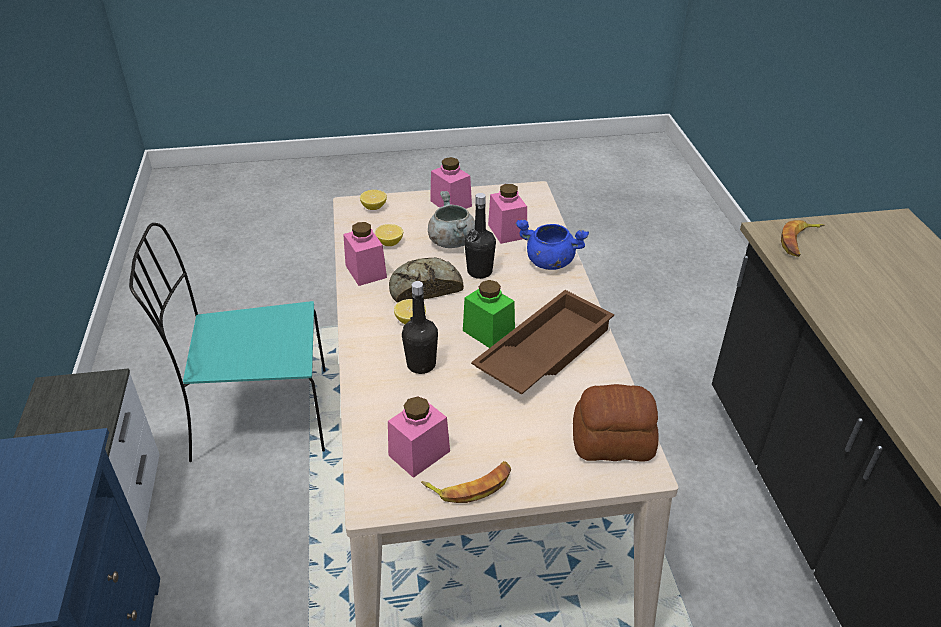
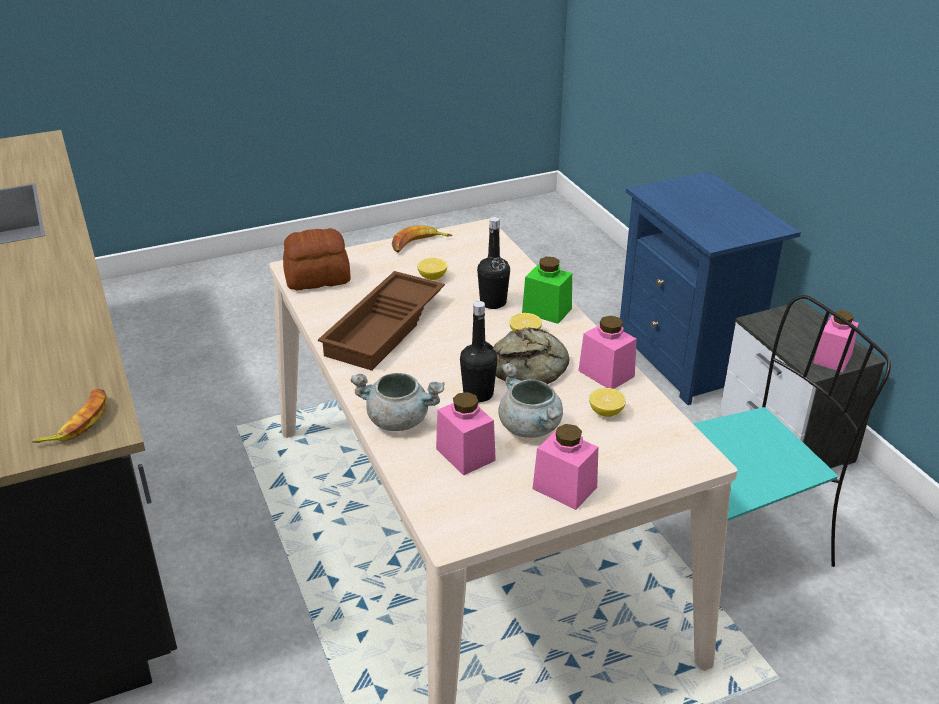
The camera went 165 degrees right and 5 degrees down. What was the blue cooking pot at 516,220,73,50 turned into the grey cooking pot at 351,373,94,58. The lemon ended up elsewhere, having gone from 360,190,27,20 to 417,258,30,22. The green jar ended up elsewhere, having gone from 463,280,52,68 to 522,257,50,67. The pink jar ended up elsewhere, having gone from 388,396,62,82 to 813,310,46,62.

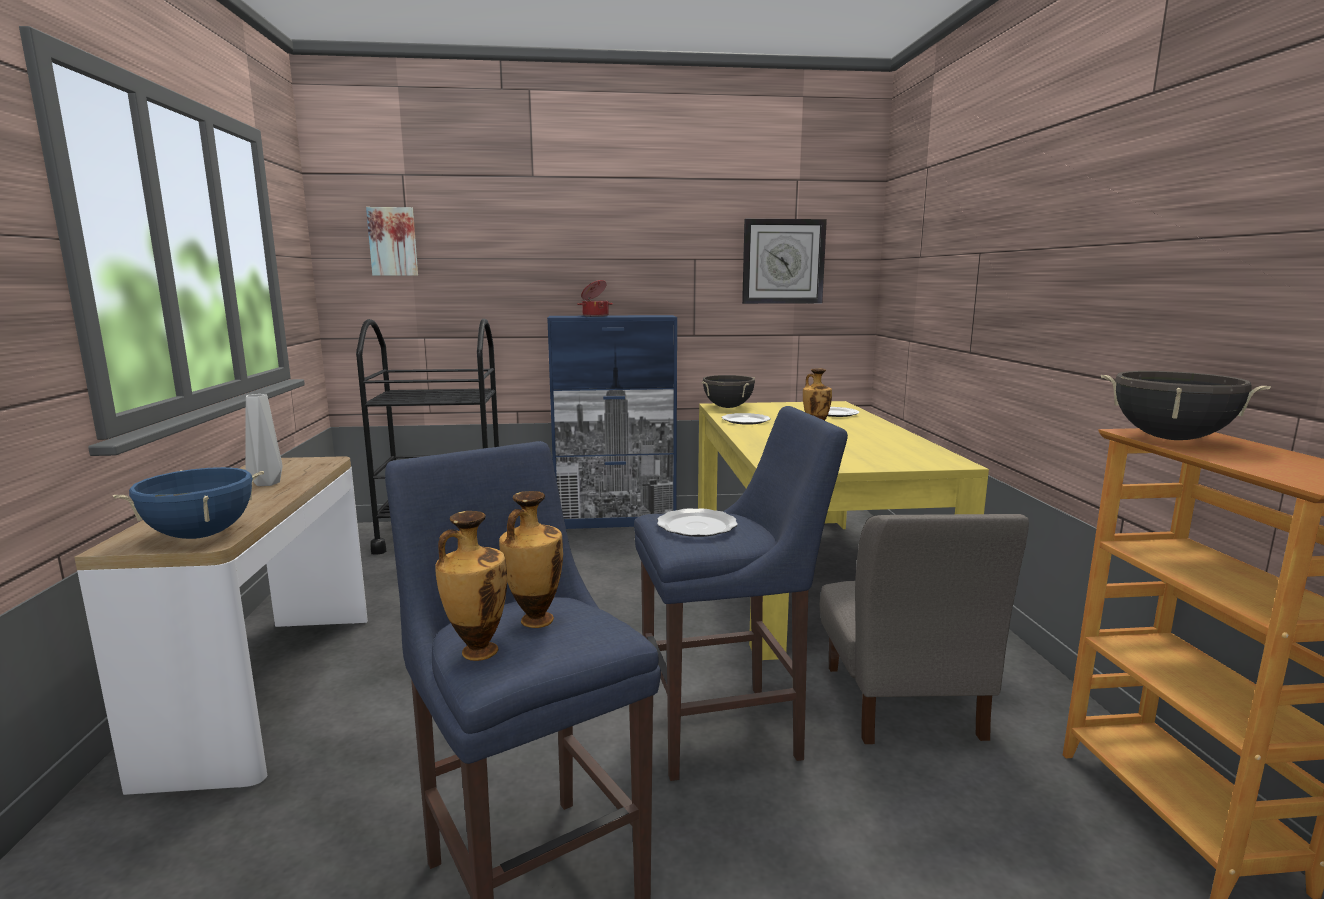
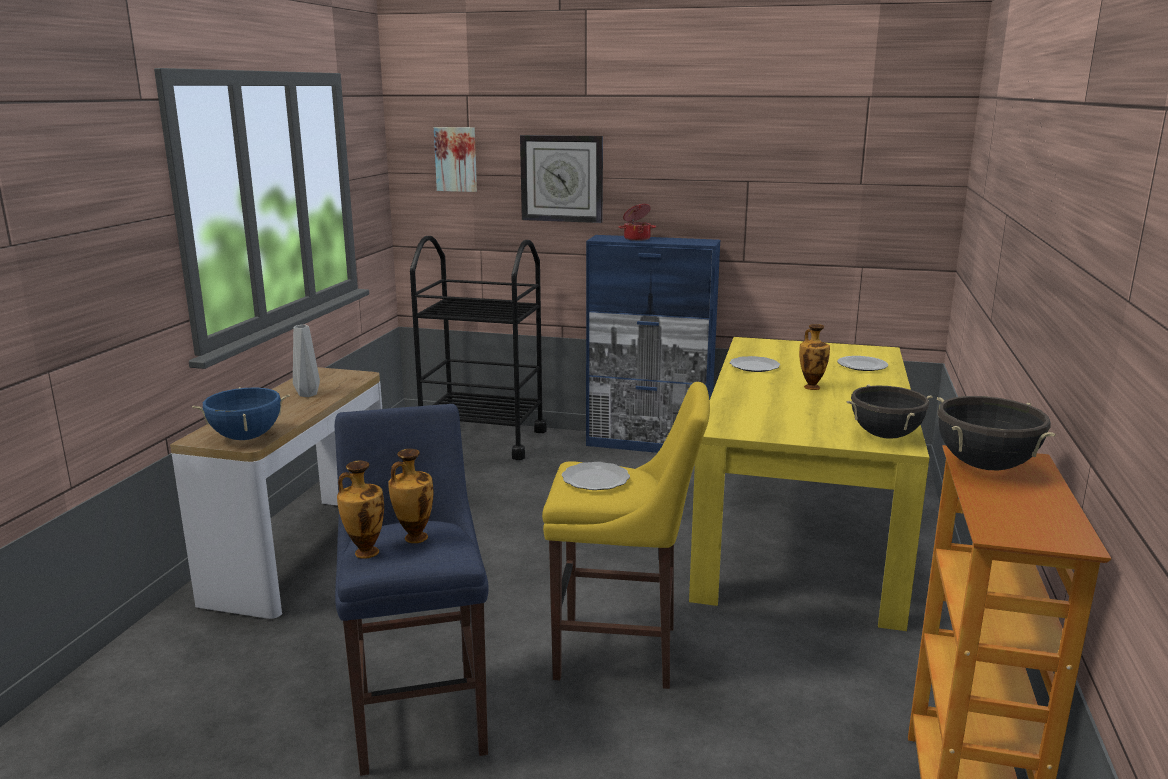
The camera went 20 degrees right and 5 degrees up. The wall clock ended up elsewhere, having gone from 742,219,85,85 to 520,135,83,88. What was the blue stool at 634,406,214,375 turned into the yellow stool at 542,382,168,307. The black cooking pot ended up elsewhere, having gone from 701,375,54,33 to 847,384,86,55. The second view lost the grey chair at 819,514,210,230.

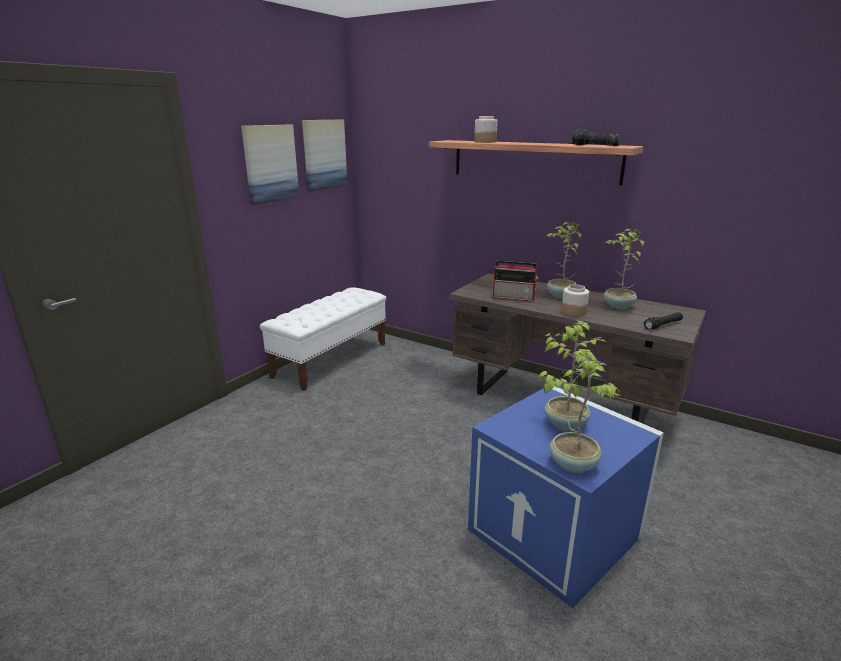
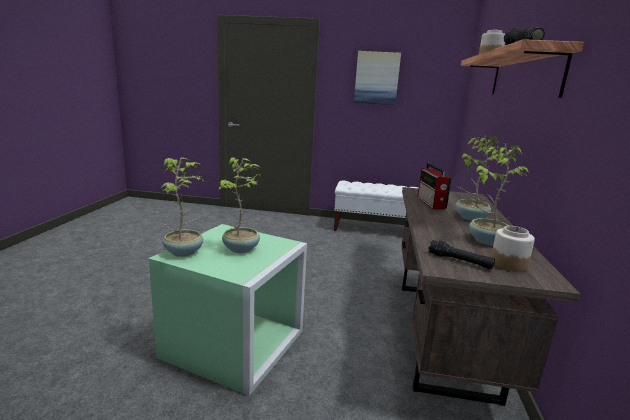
The camera went 65 degrees right and 5 degrees down. What was the blue storage box at 468,386,196,222 turned into the green storage box at 149,224,158,172. The jar ended up elsewhere, having gone from 561,284,28,32 to 491,226,44,46. The second view lost the picture at 302,120,46,71.

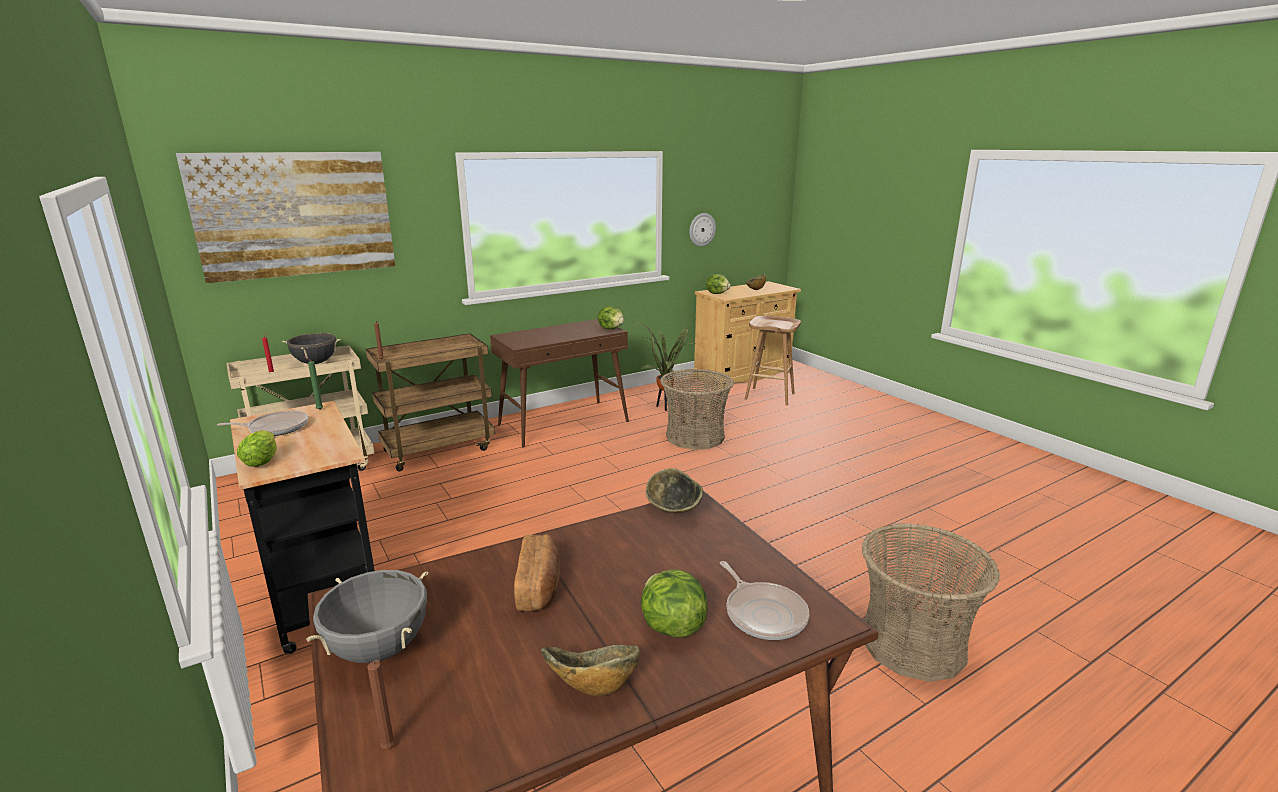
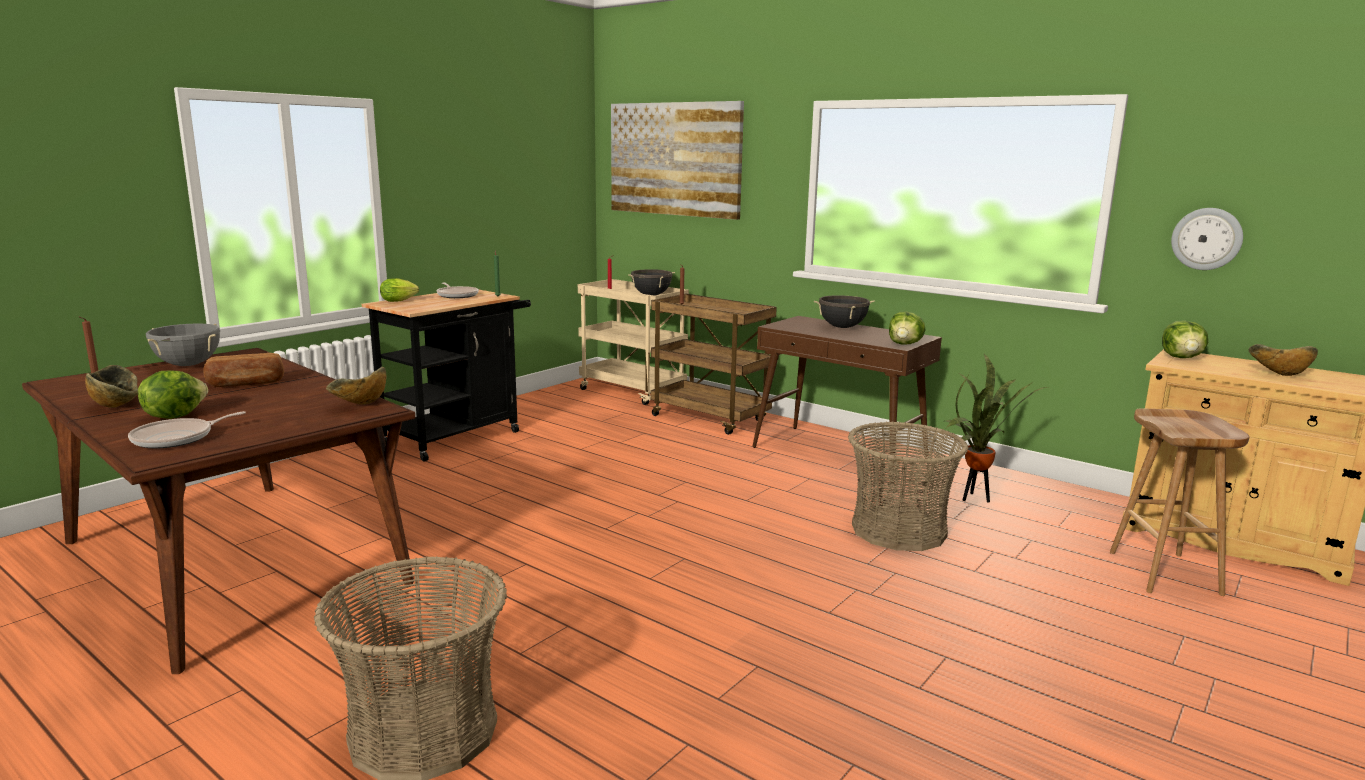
The camera went 70 degrees right and 5 degrees down. The second view gained the black cooking pot at 814,295,61,33.

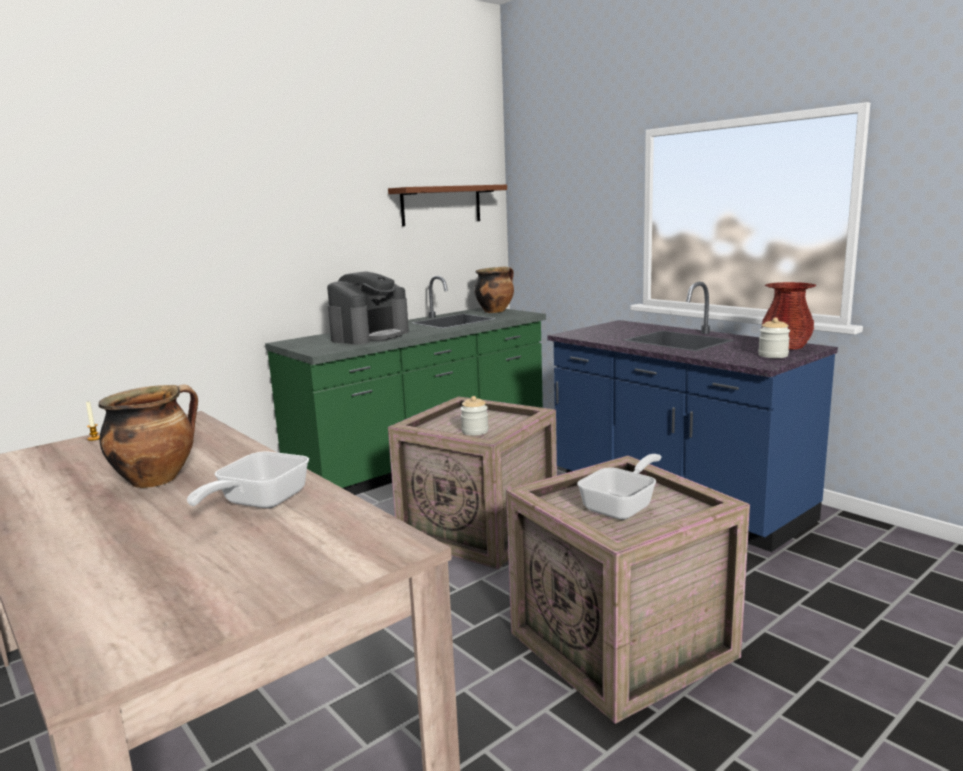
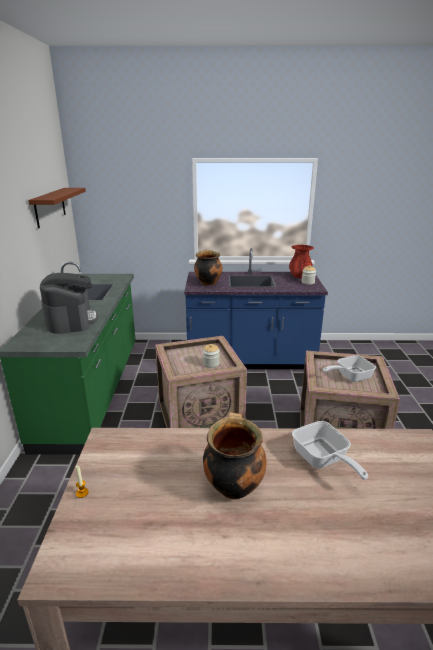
The camera went 50 degrees left and 10 degrees up. The cooking pot ended up elsewhere, having gone from 474,267,40,46 to 194,250,28,36. The frying pan at 577,454,85,66 ended up facing another way, 105 degrees counterclockwise from before.

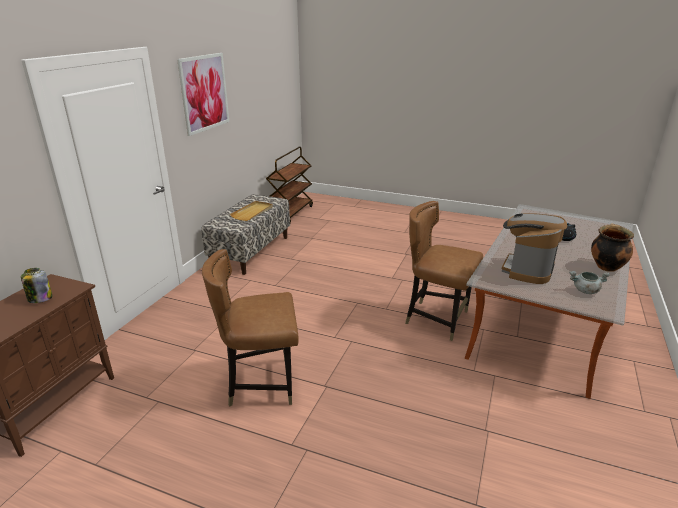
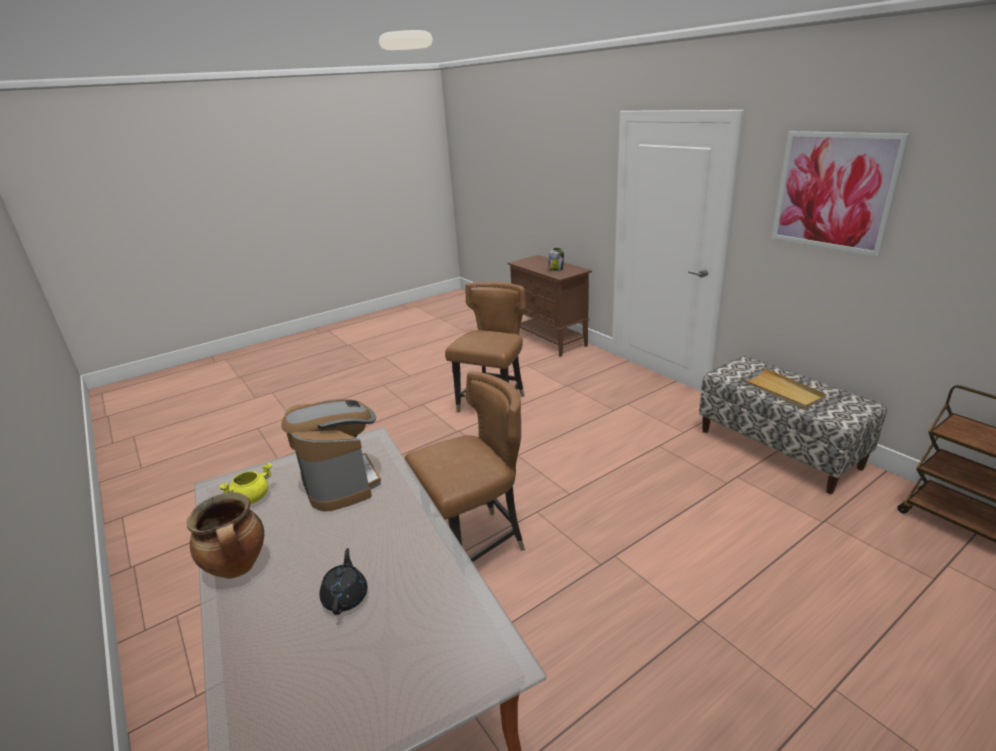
The camera went 125 degrees right and 0 degrees up. What was the grey cooking pot at 569,271,41,23 turned into the yellow cooking pot at 218,463,54,41.

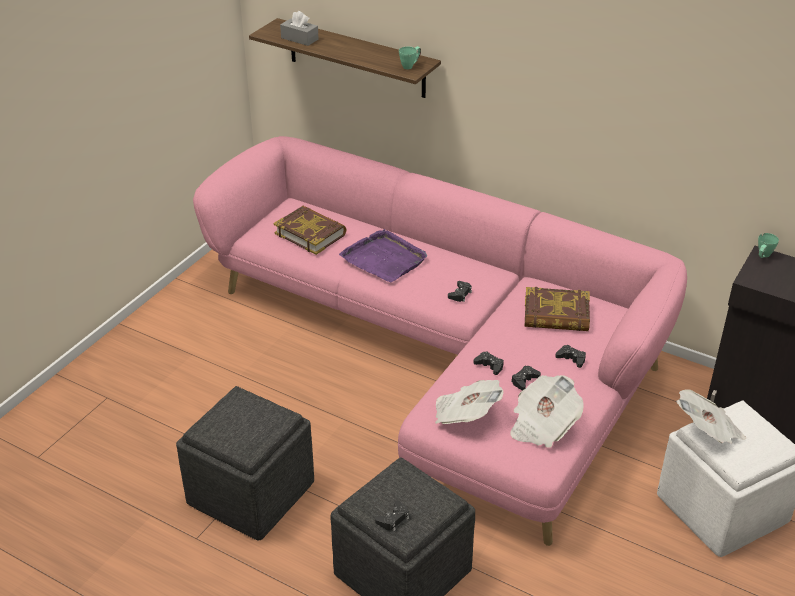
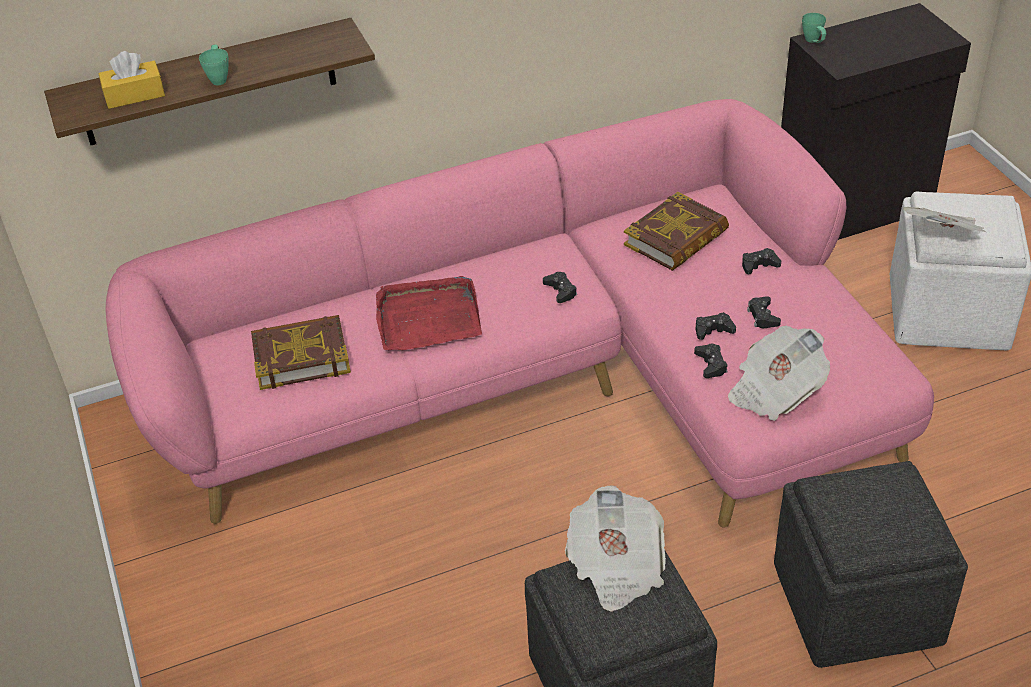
The camera went 50 degrees left and 5 degrees up. What was the grey tissue box at 280,11,39,35 turned into the yellow tissue box at 98,51,67,58. The green mug ended up elsewhere, having gone from 399,46,22,24 to 199,45,30,40. What was the purple tray at 339,229,88,54 turned into the red tray at 376,276,106,74. The newspaper ended up elsewhere, having gone from 510,375,74,73 to 565,486,101,126. The black game controller ended up elsewhere, having gone from 375,500,34,32 to 694,344,33,34.

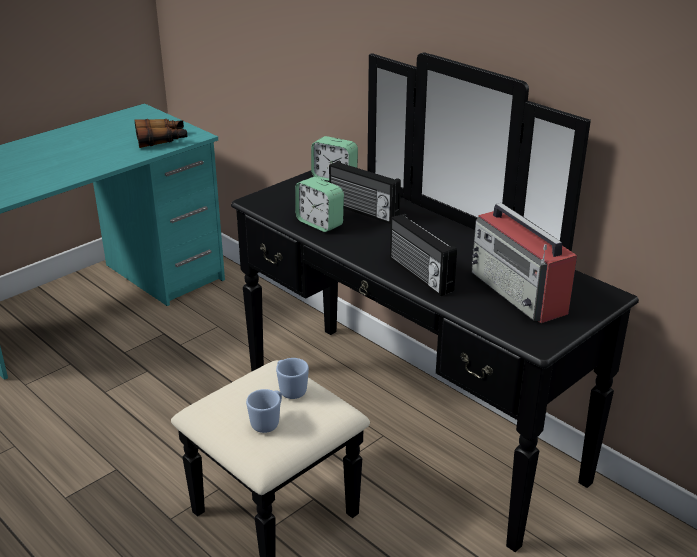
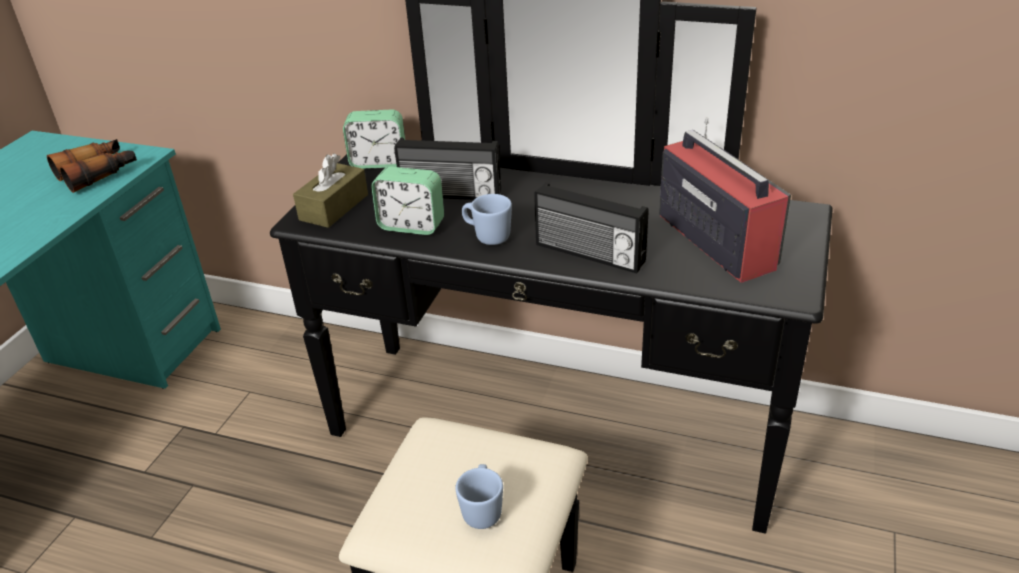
The camera went 25 degrees left and 5 degrees up. The second view gained the brown tissue box at 293,153,75,75. The blue mug ended up elsewhere, having gone from 276,358,33,41 to 462,194,50,51. The radio at 471,203,106,120 ended up facing another way, 150 degrees counterclockwise from before.

